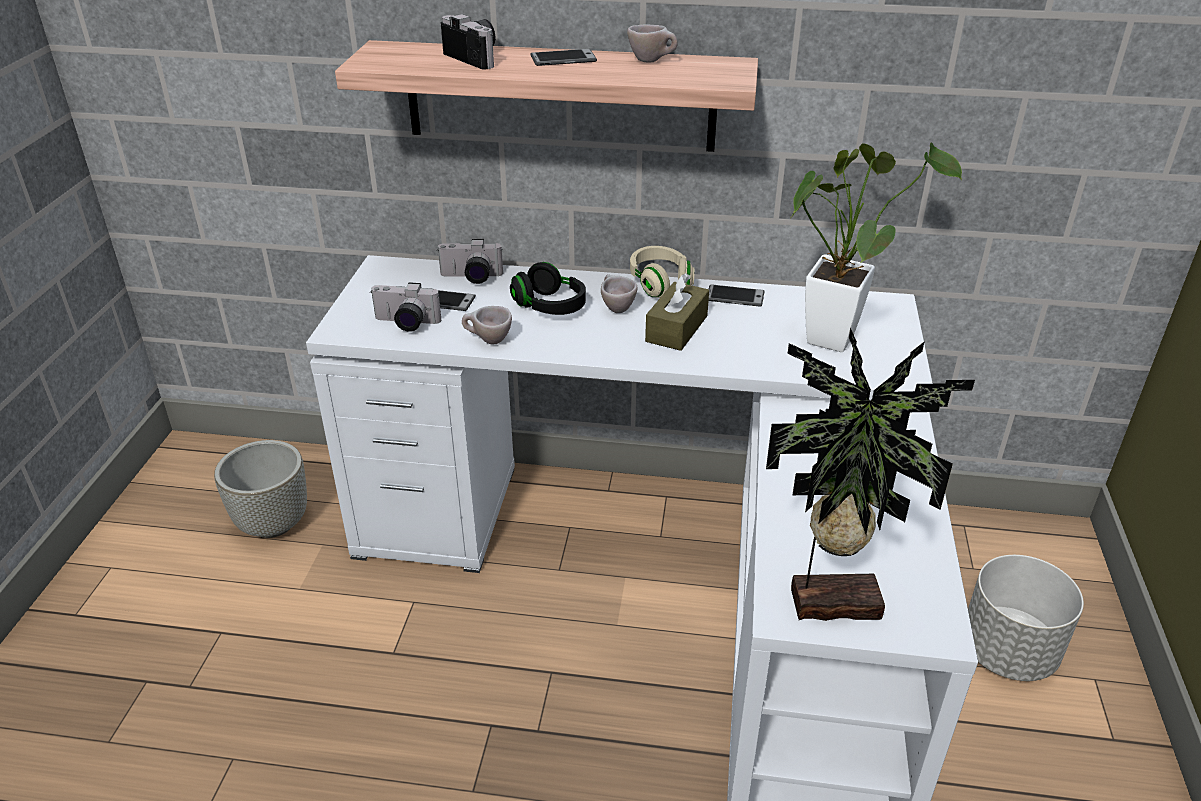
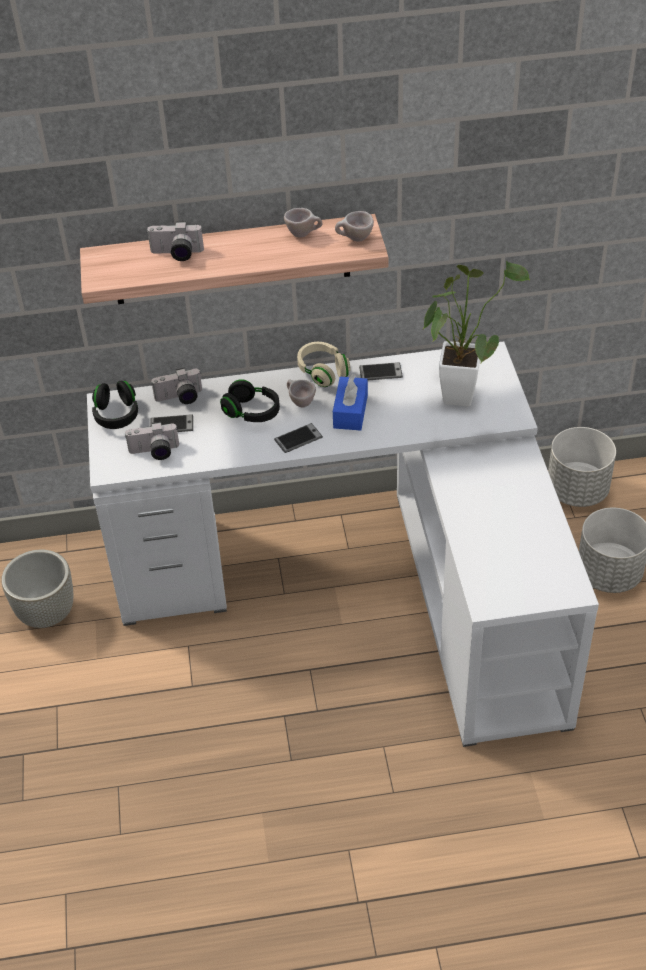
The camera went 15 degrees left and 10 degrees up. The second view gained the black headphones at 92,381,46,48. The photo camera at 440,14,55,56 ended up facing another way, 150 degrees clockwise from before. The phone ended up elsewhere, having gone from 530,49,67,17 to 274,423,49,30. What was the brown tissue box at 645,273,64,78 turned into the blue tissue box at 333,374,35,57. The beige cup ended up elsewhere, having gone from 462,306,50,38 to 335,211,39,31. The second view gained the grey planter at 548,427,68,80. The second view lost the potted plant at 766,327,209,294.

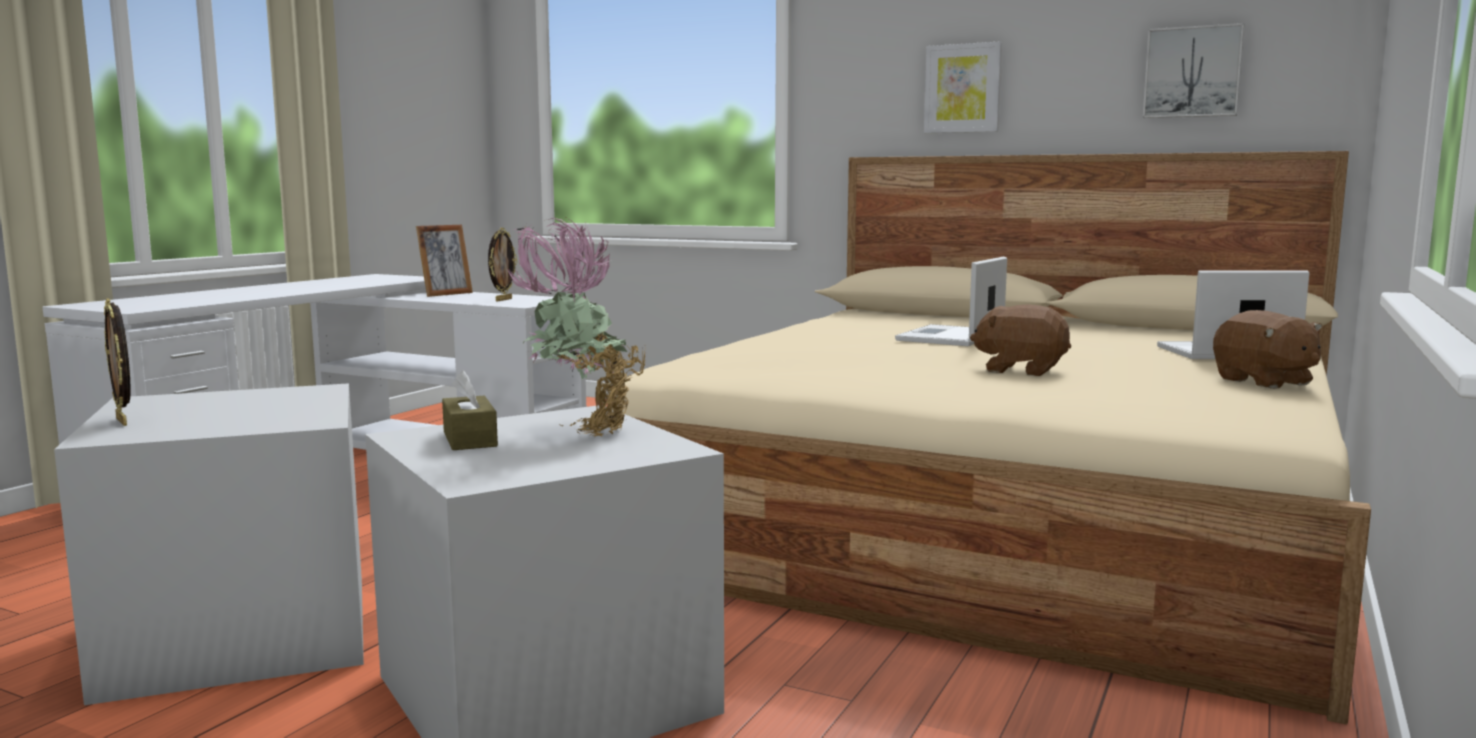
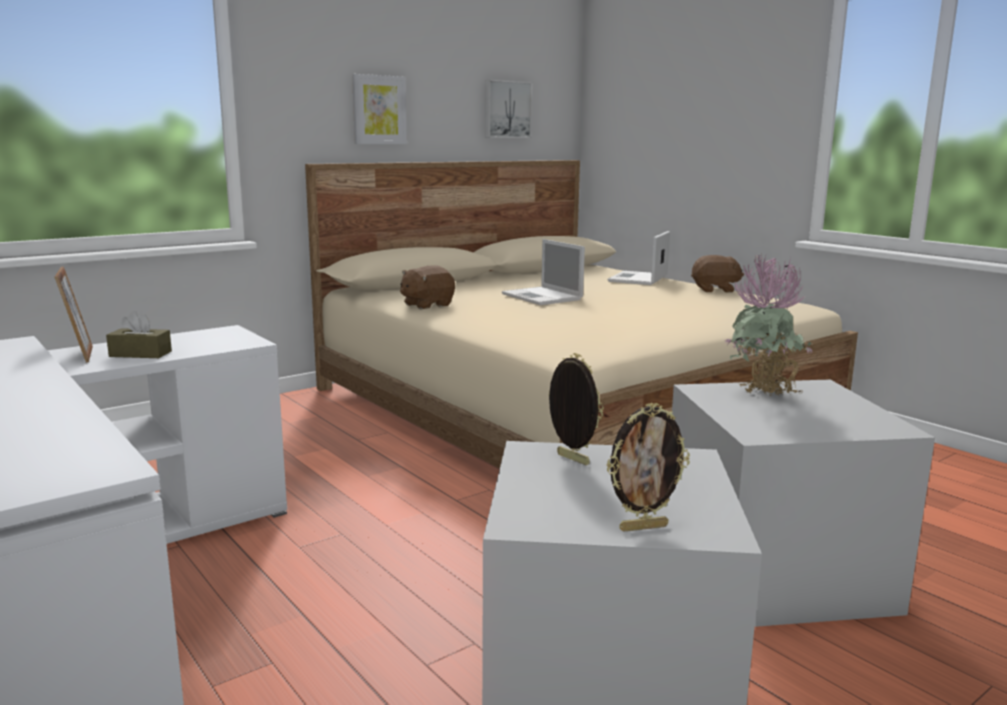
The camera went 65 degrees left and 5 degrees up. The brown tissue box ended up elsewhere, having gone from 442,370,56,80 to 106,311,66,47. The brown plush toy ended up elsewhere, having gone from 970,304,101,72 to 400,265,55,44. The picture frame ended up elsewhere, having gone from 488,228,29,73 to 548,353,56,112.

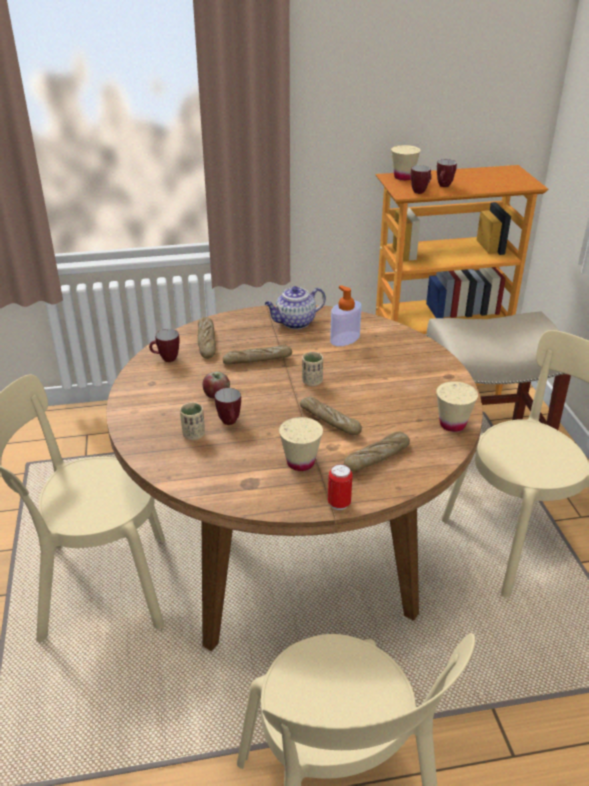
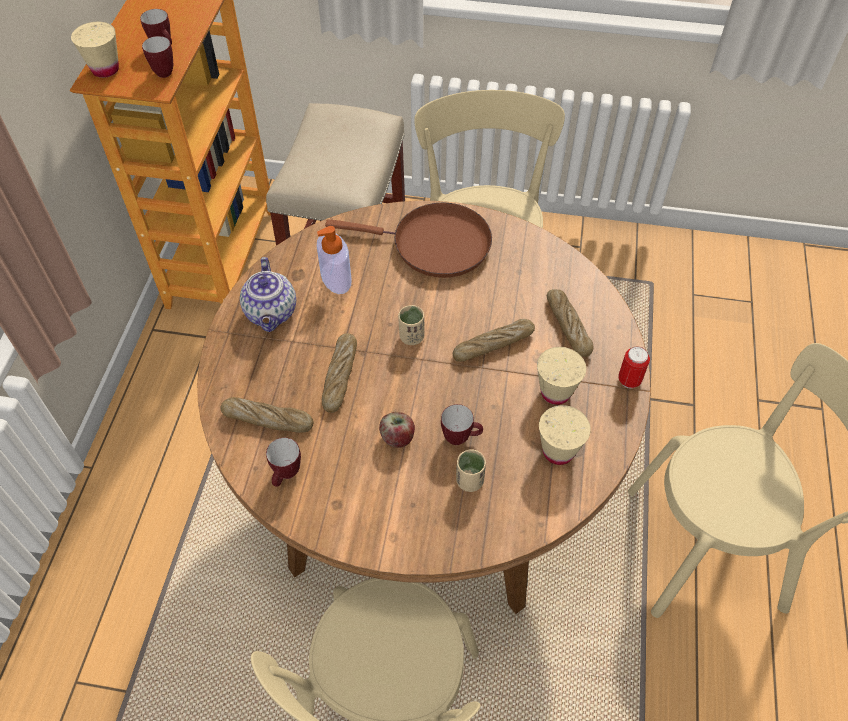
The camera went 70 degrees left and 20 degrees up. The second view gained the brown frying pan at 325,202,167,76. The beige cup ended up elsewhere, having gone from 436,381,42,51 to 539,405,52,60.

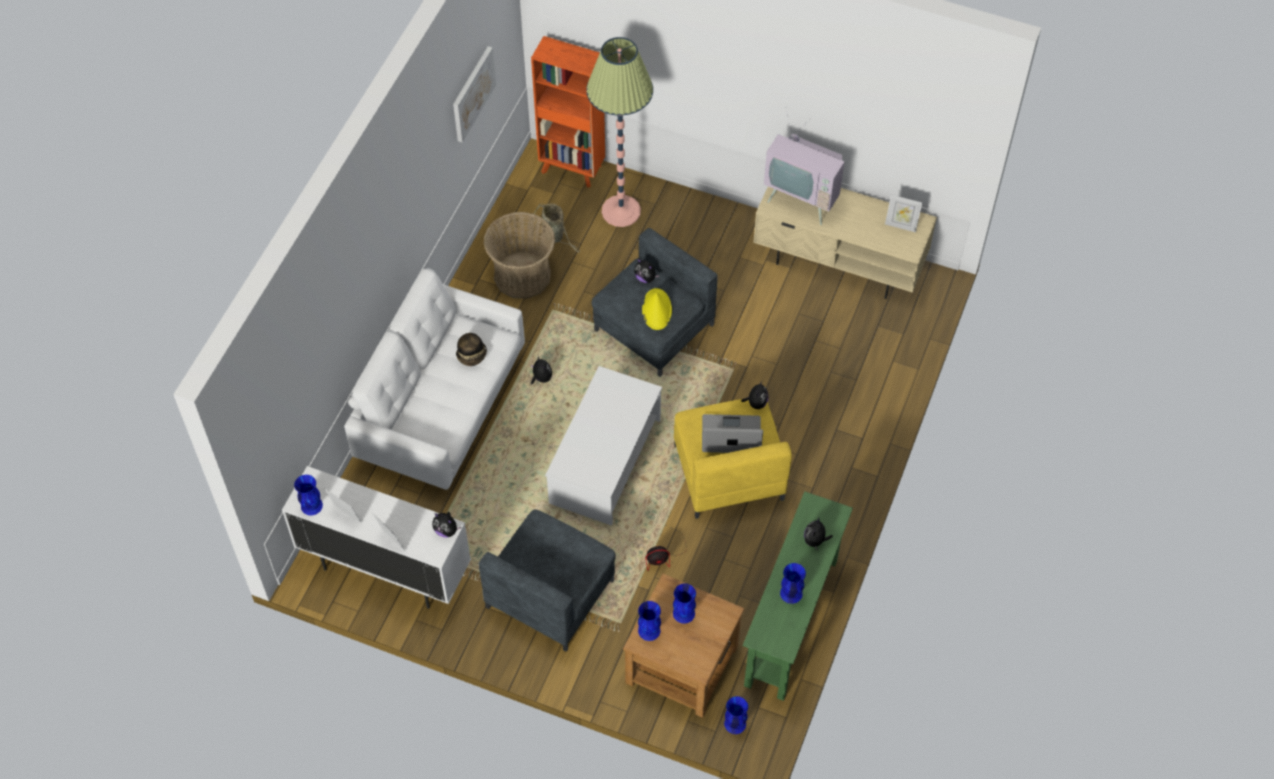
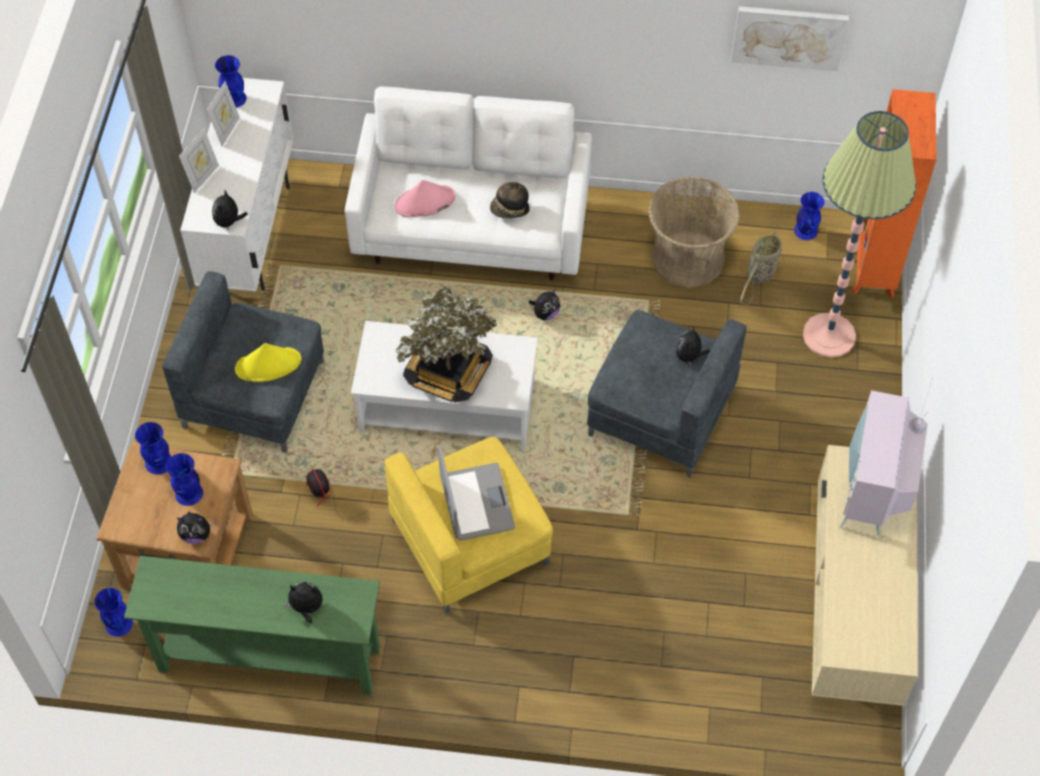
The camera went 75 degrees right and 0 degrees up. The plush toy ended up elsewhere, having gone from 741,381,27,28 to 177,511,37,33. The yellow hat ended up elsewhere, having gone from 642,288,30,42 to 235,343,67,39. The second view gained the pink hat at 395,180,61,38. The second view gained the potted plant at 396,285,101,117. The blue vase ended up elsewhere, having gone from 780,563,26,41 to 794,192,30,48. The second view lost the picture frame at 885,195,37,37.

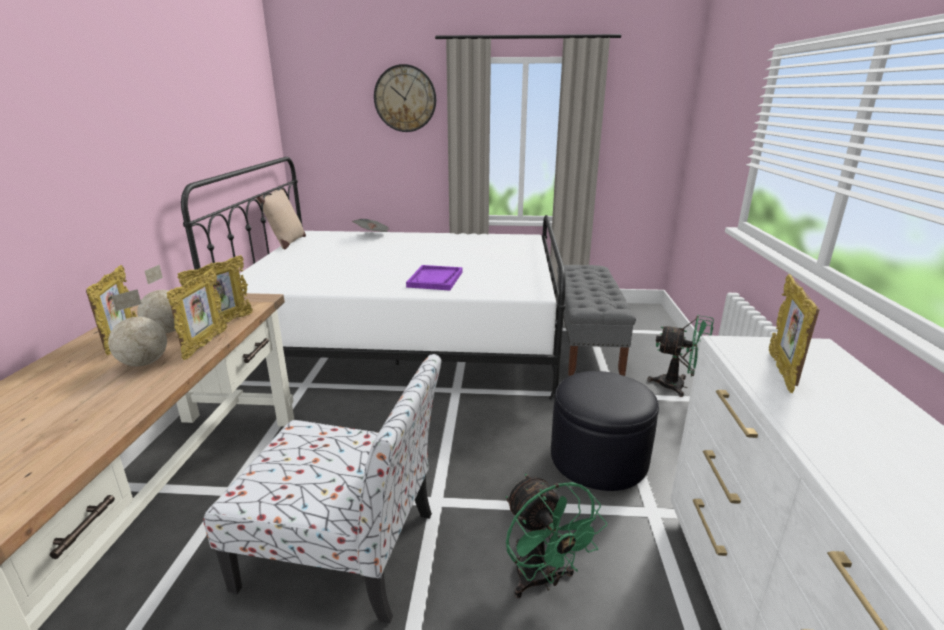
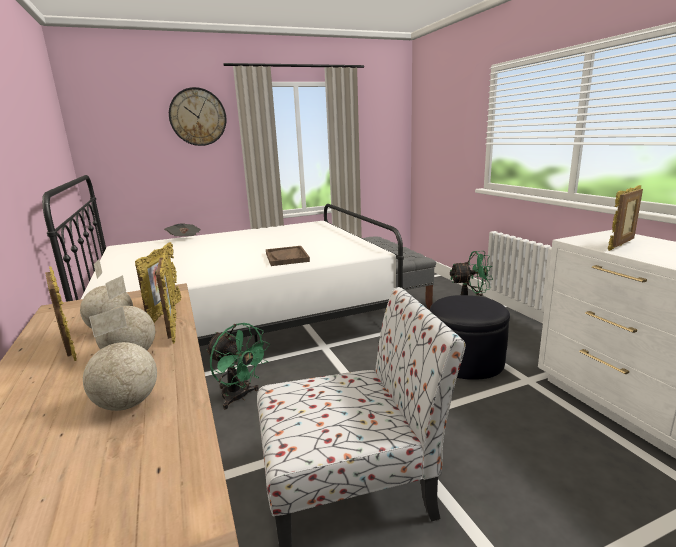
The camera went 25 degrees left and 5 degrees down. The second view gained the globe at 83,307,74,104. The green fan ended up elsewhere, having gone from 506,474,101,124 to 206,323,64,87. What was the purple tray at 406,265,56,25 turned into the brown tray at 266,246,44,20. The picture frame at 769,274,51,119 ended up facing another way, 60 degrees clockwise from before. The second view lost the beige pillow at 255,185,51,64.

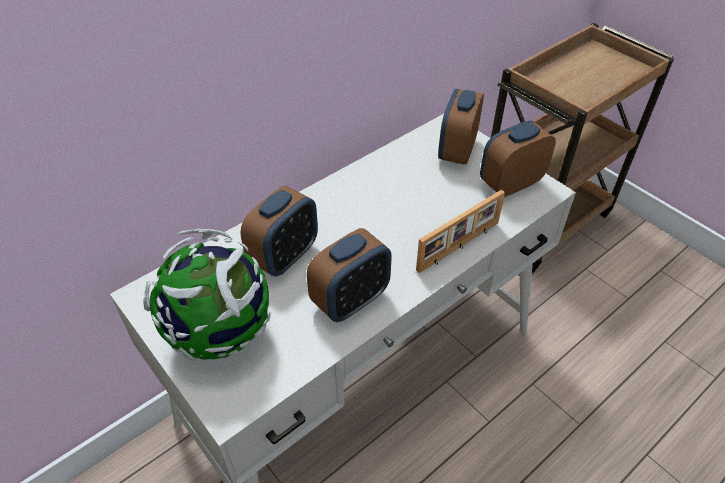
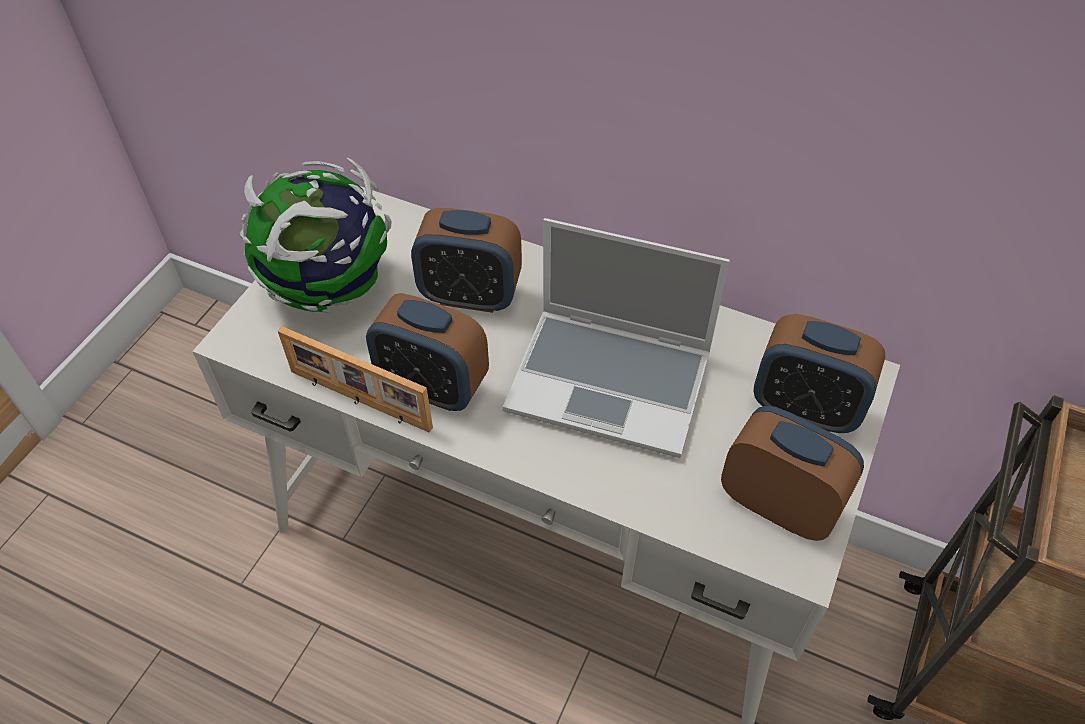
The camera went 65 degrees right and 5 degrees up. The picture frame ended up elsewhere, having gone from 416,190,89,83 to 278,326,155,106. The second view gained the laptop at 503,218,227,240. The alarm clock at 438,89,46,75 ended up facing another way, 150 degrees counterclockwise from before.

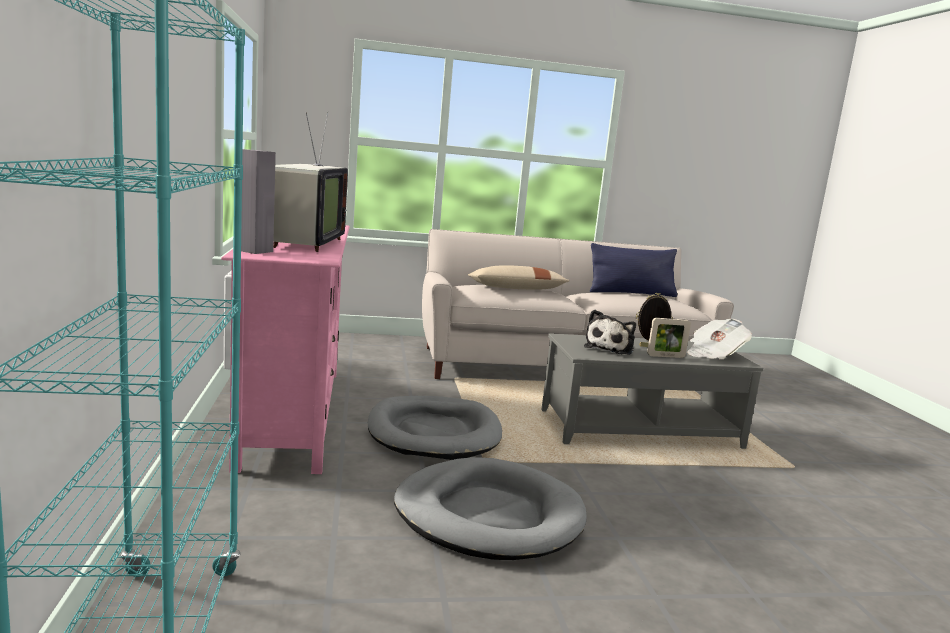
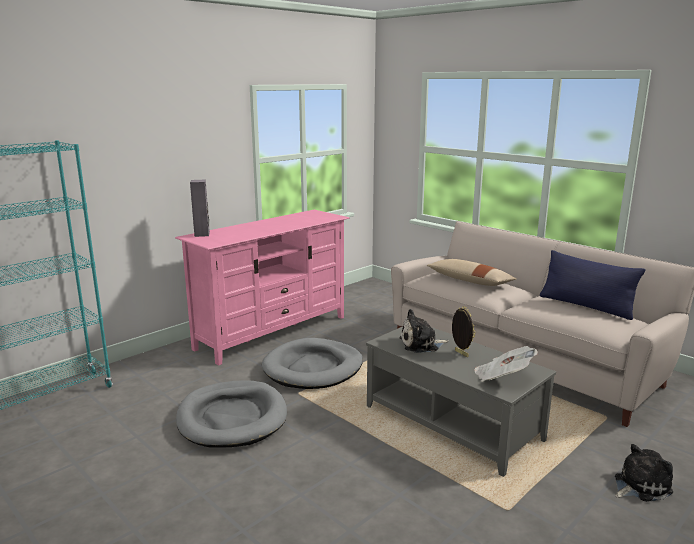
The camera went 55 degrees right and 5 degrees up. The second view gained the plush toy at 615,444,58,58. The second view lost the television at 273,111,75,141. The second view lost the picture frame at 647,318,44,40.

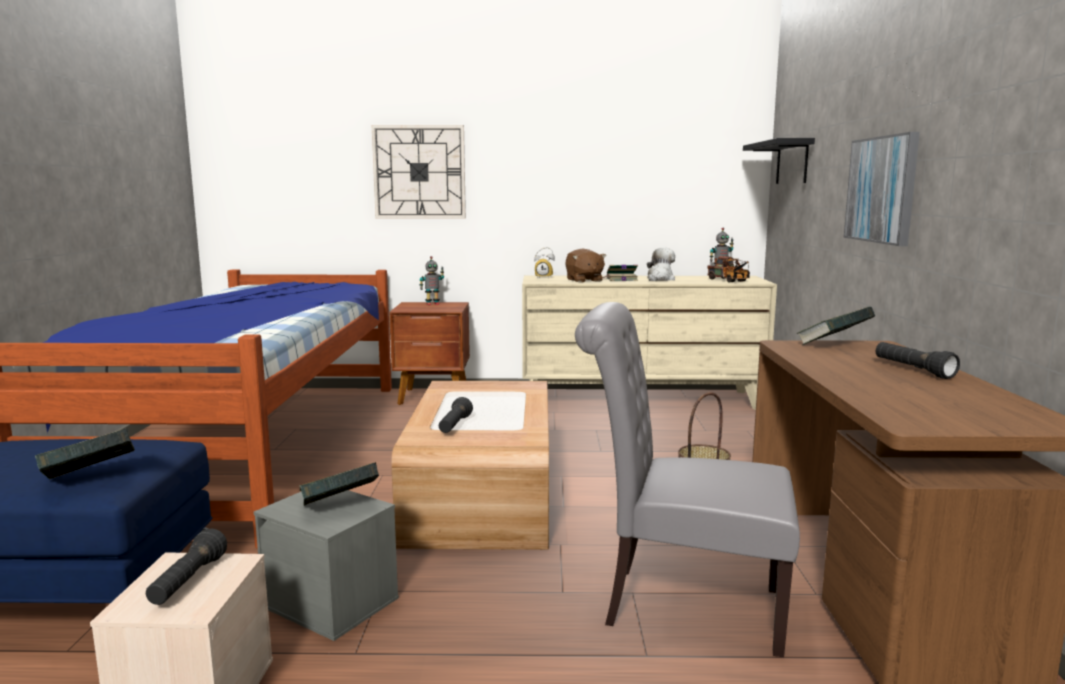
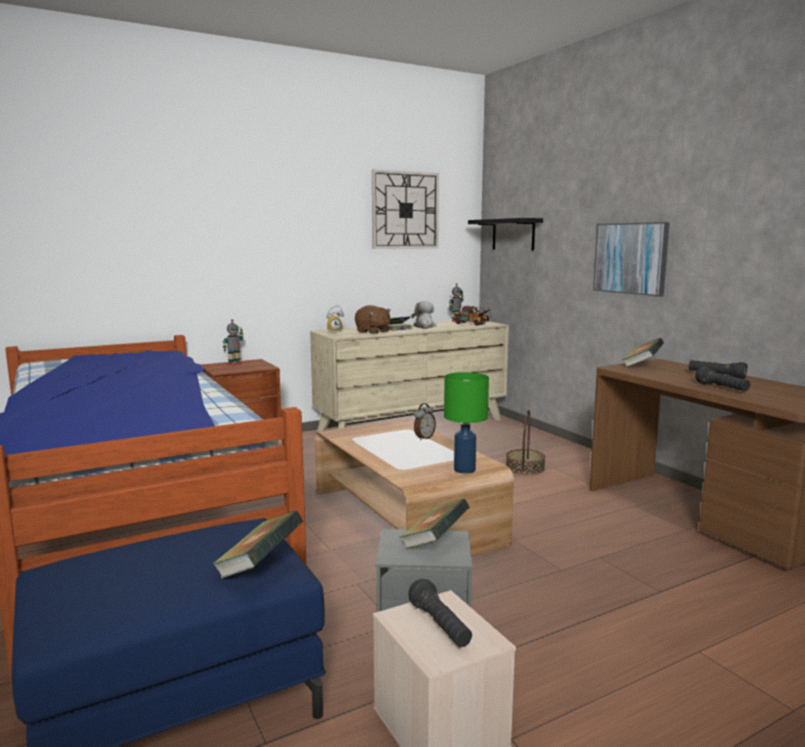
The camera went 30 degrees left and 0 degrees up. The wall clock ended up elsewhere, having gone from 372,125,94,94 to 372,169,67,80. The second view gained the alarm clock at 414,403,22,37. The second view gained the green table lamp at 444,372,45,102. The black flashlight ended up elsewhere, having gone from 439,397,34,36 to 695,366,55,25. The second view lost the grey chair at 575,302,225,355.

